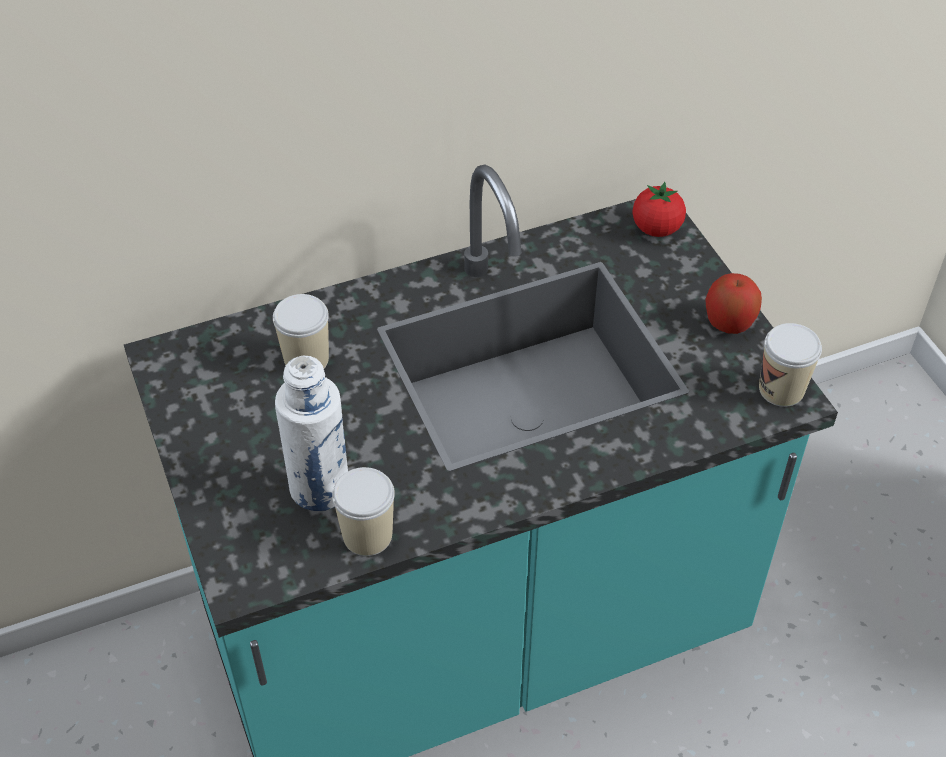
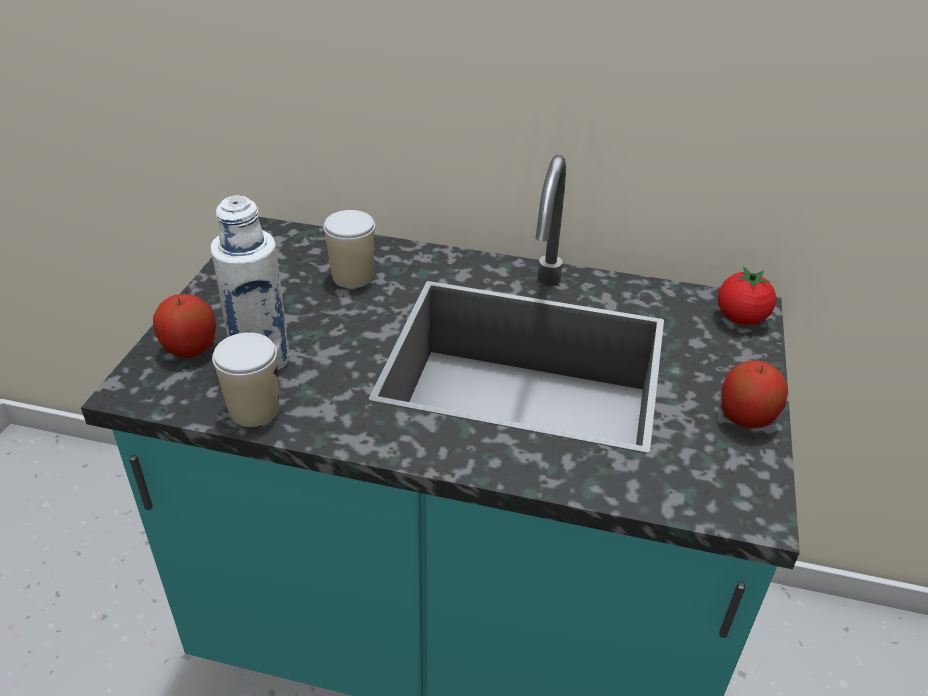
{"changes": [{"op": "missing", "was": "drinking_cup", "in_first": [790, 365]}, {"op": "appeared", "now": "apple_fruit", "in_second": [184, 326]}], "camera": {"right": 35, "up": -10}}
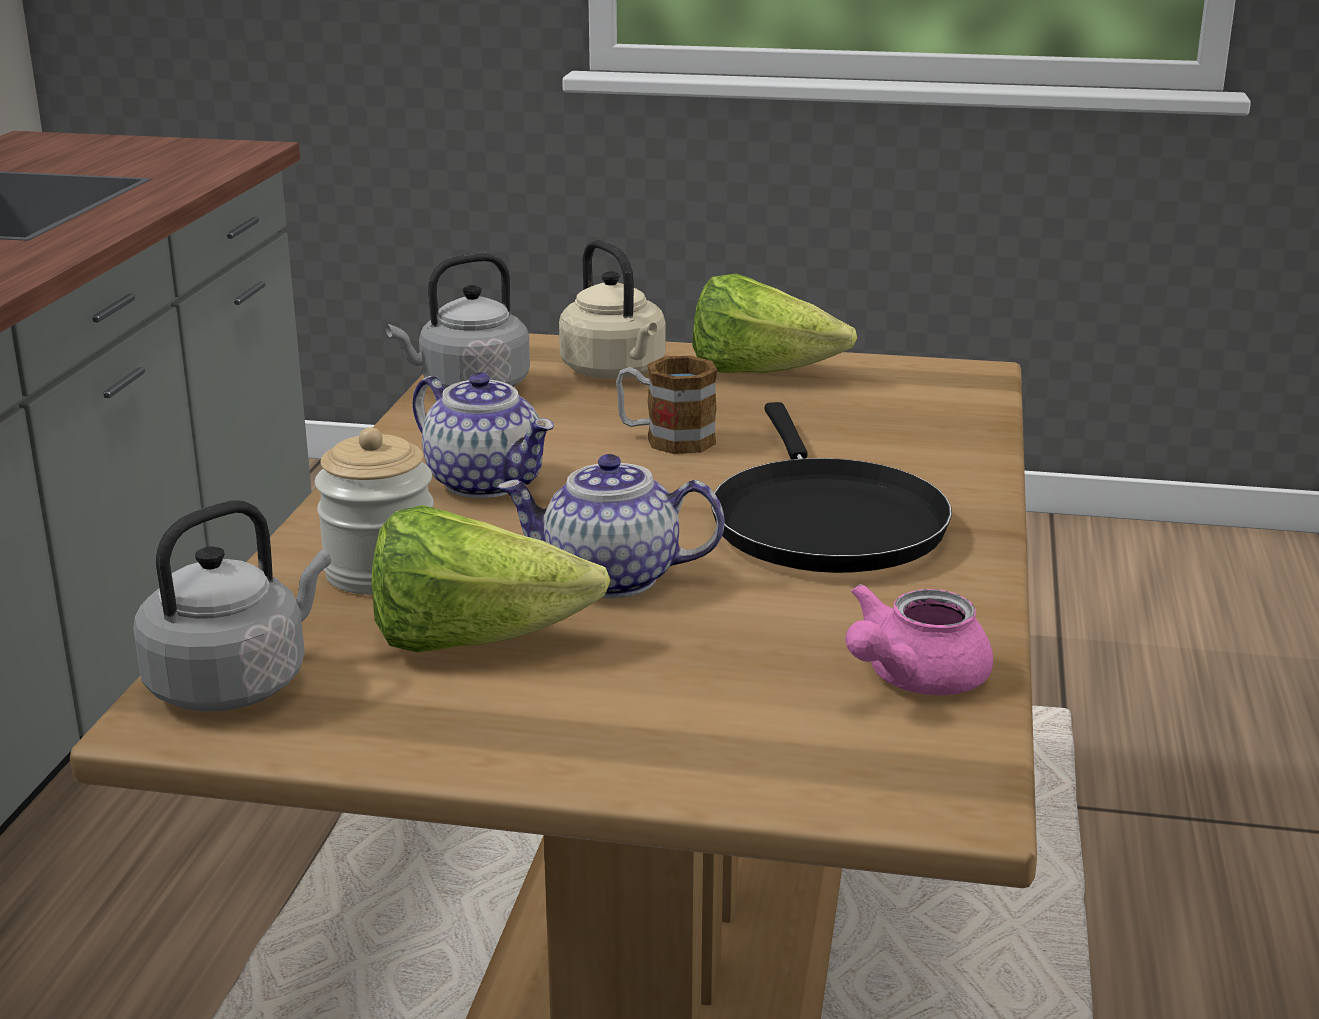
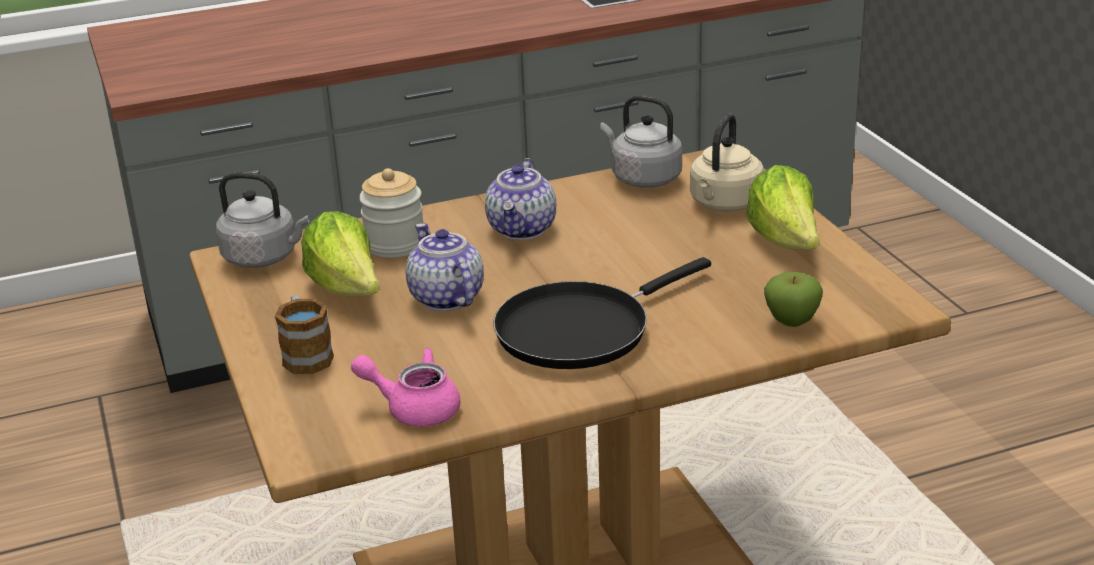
{"changes": [{"op": "relocated", "was": "mug", "in_first": [666, 405], "in_second": [304, 334]}, {"op": "appeared", "now": "apple_fruit", "in_second": [793, 299]}], "camera": {"right": 60, "up": 5}}
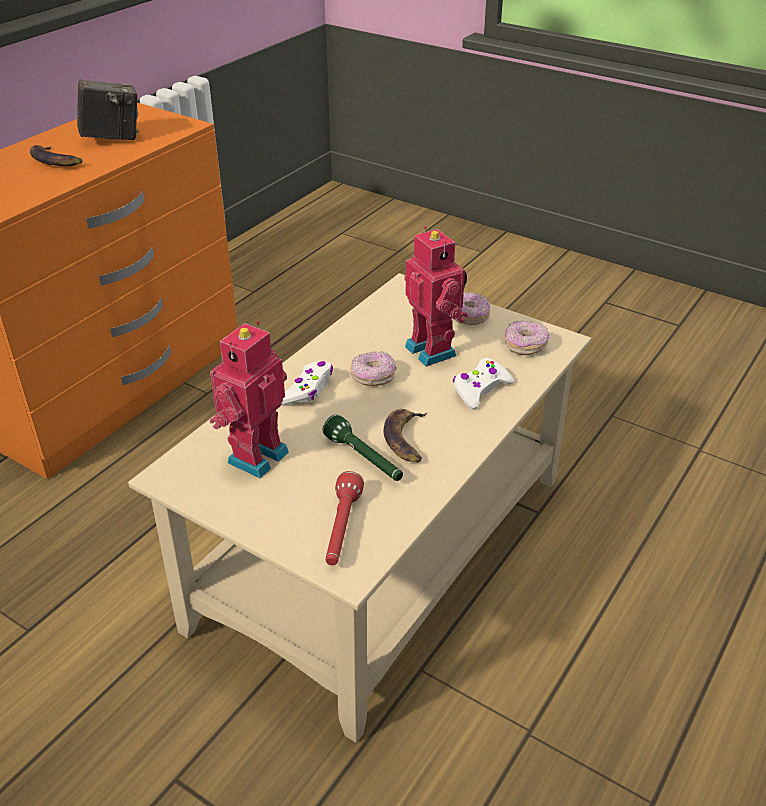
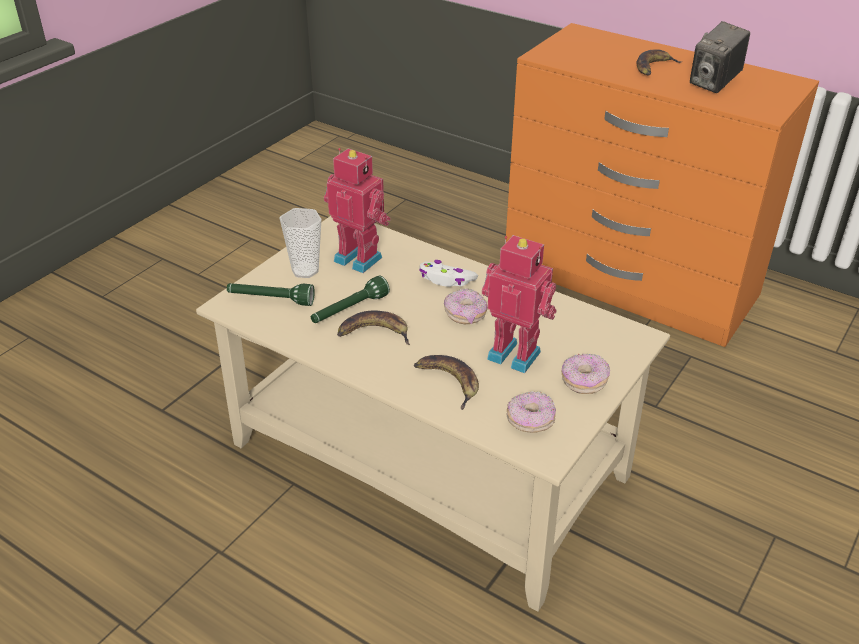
{"changes": [{"op": "spun", "was": "still_camera", "in_first": [108, 109], "in_second": [720, 57], "clockwise": 60}, {"op": "spun", "was": "model_robot", "in_first": [436, 296], "in_second": [519, 304], "clockwise": -120}, {"op": "exchanged", "was": "white_joypad", "now": "banana_fruit", "in_first": [483, 383], "in_second": [446, 382]}, {"op": "colour", "was": "red_torch", "now": "greenish_torch", "in_first": [344, 518], "in_second": [271, 294]}, {"op": "appeared", "now": "drinking_cup", "in_second": [300, 243]}], "camera": {"right": 90, "up": 0}}
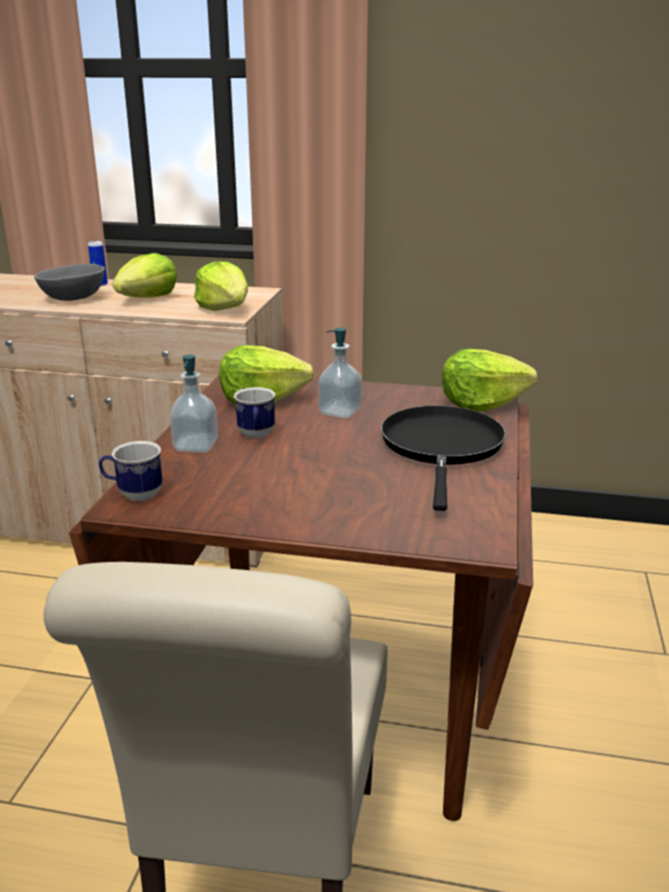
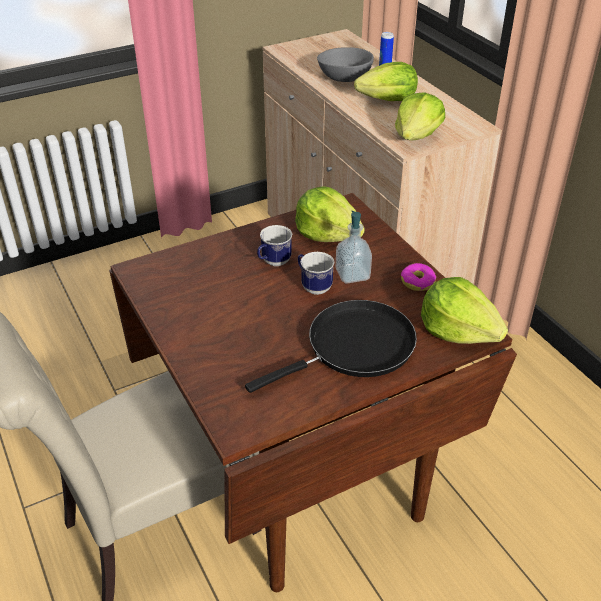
{"changes": [{"op": "missing", "was": "soap_dispenser", "in_first": [194, 404]}, {"op": "relocated", "was": "mug", "in_first": [131, 471], "in_second": [316, 273]}, {"op": "appeared", "now": "ring_doughnut", "in_second": [418, 277]}], "camera": {"right": 50, "up": 15}}
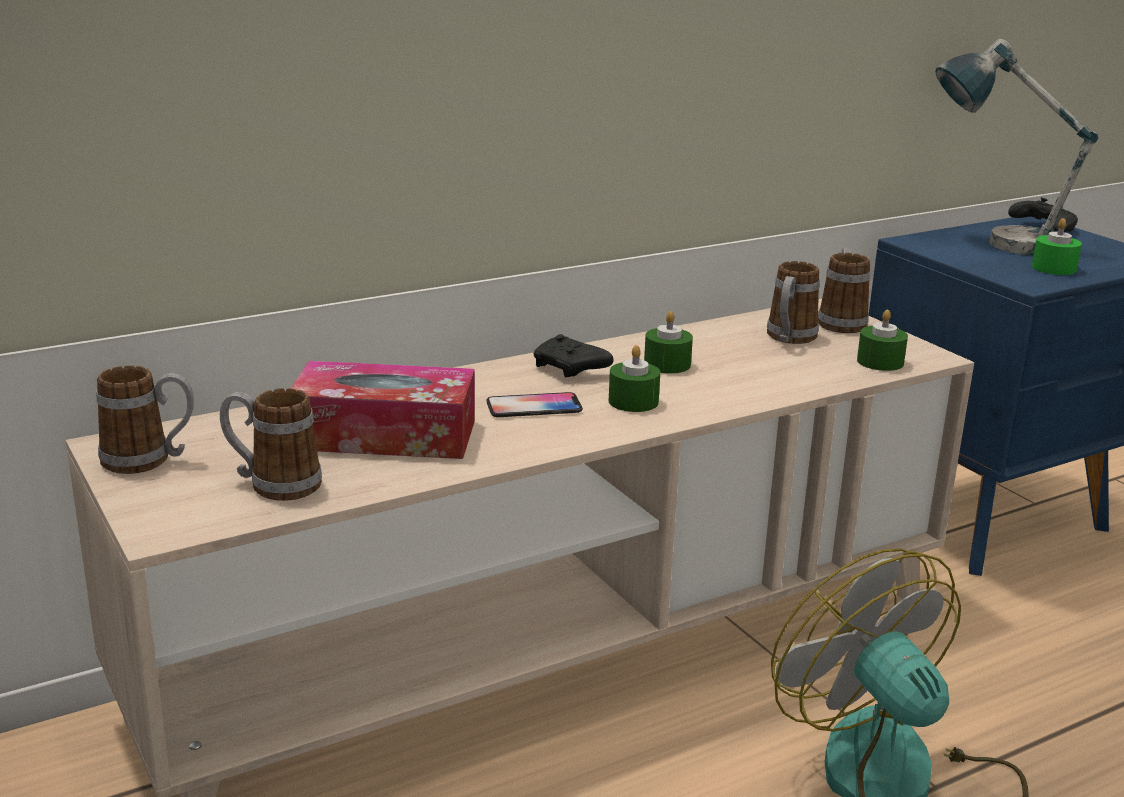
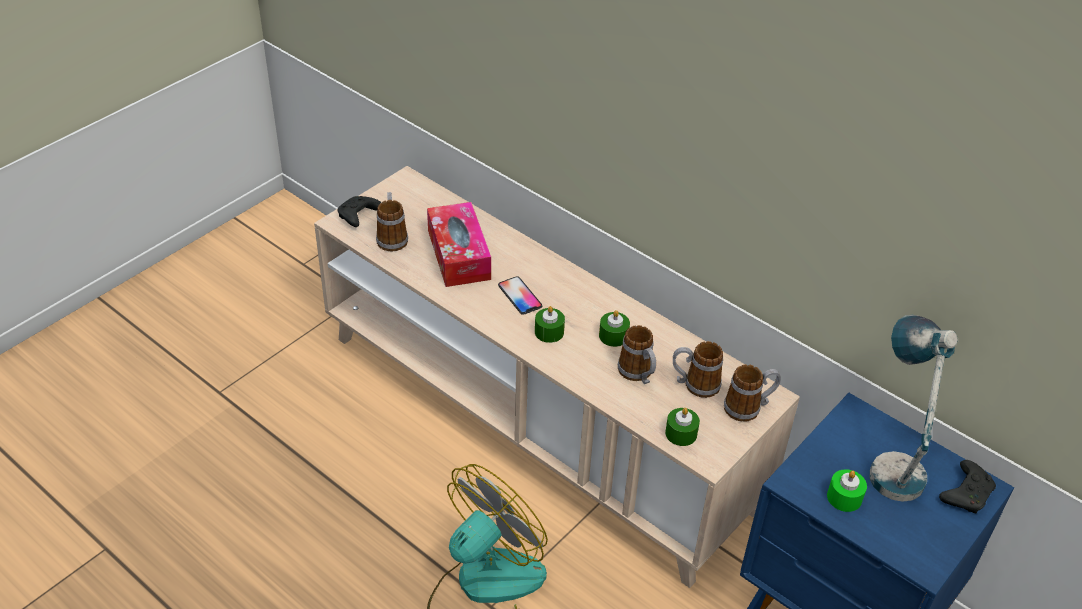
{"changes": [{"op": "relocated", "was": "black_joypad", "in_first": [574, 355], "in_second": [359, 211]}, {"op": "relocated", "was": "mug", "in_first": [145, 419], "in_second": [637, 354]}], "camera": {"right": 70, "up": 20}}
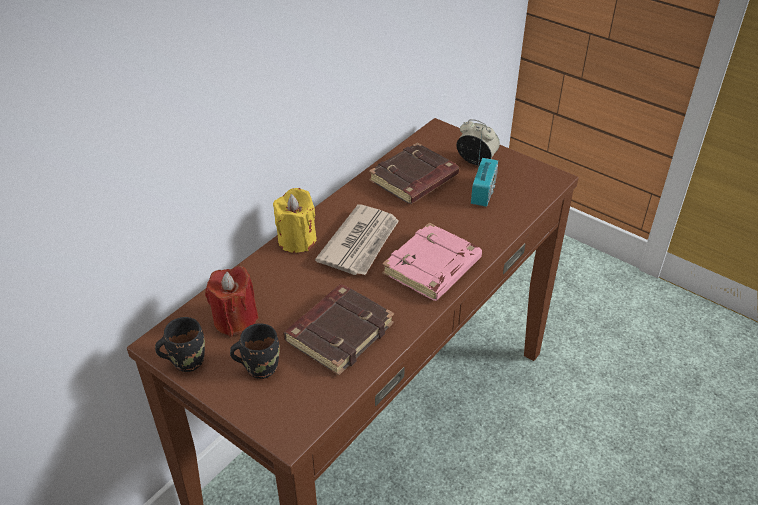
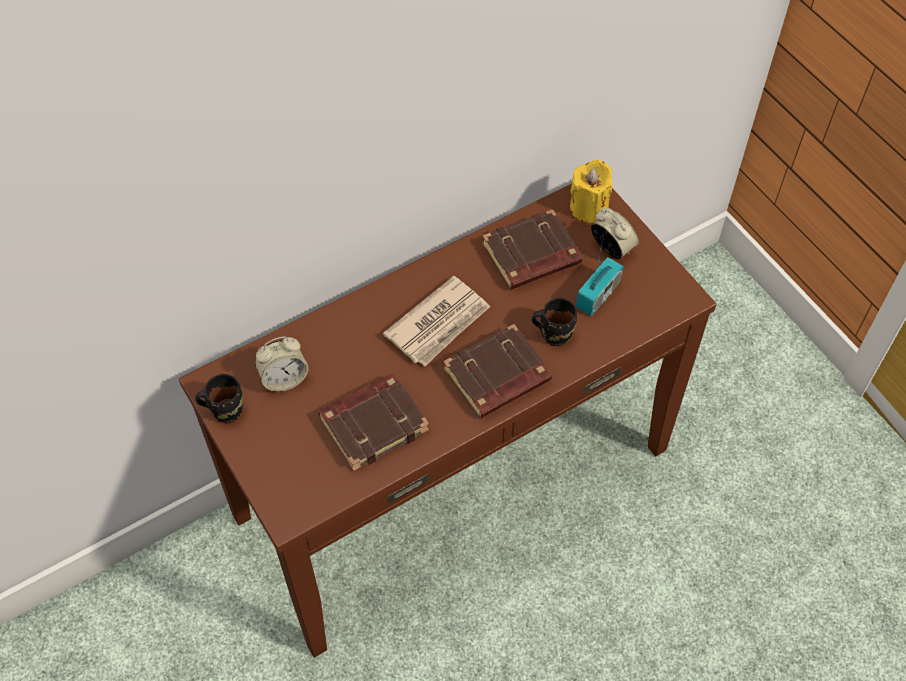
{"changes": [{"op": "relocated", "was": "yellowish_candle", "in_first": [295, 220], "in_second": [591, 191]}, {"op": "colour", "was": "pink_book", "now": "brownish_book", "in_first": [432, 262], "in_second": [497, 371]}, {"op": "exchanged", "was": "red_candle", "now": "bedside_clock", "in_first": [231, 301], "in_second": [281, 364]}, {"op": "relocated", "was": "black_mug", "in_first": [254, 351], "in_second": [554, 322]}], "camera": {"right": 20, "up": 15}}
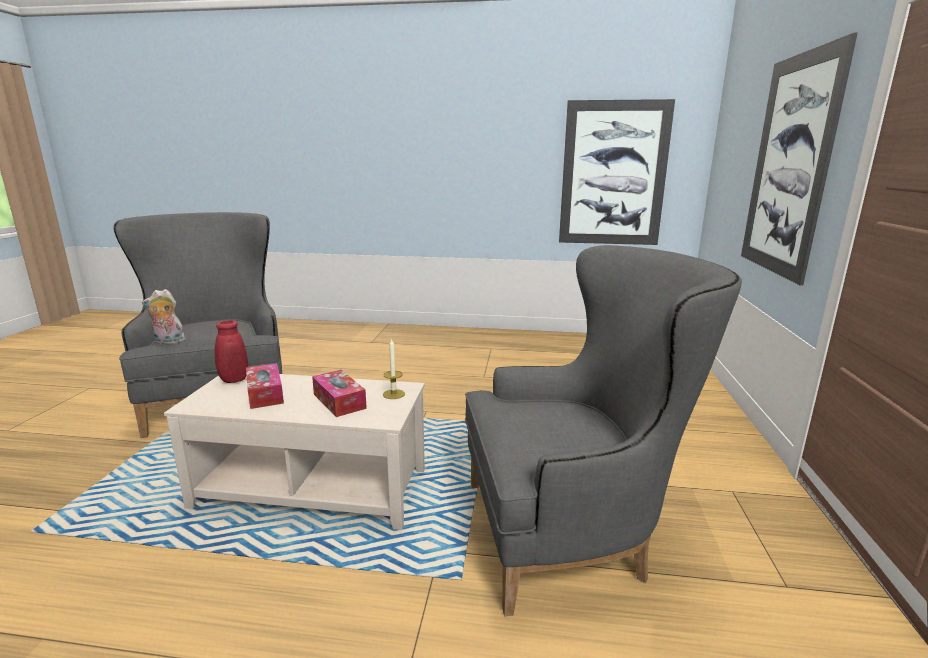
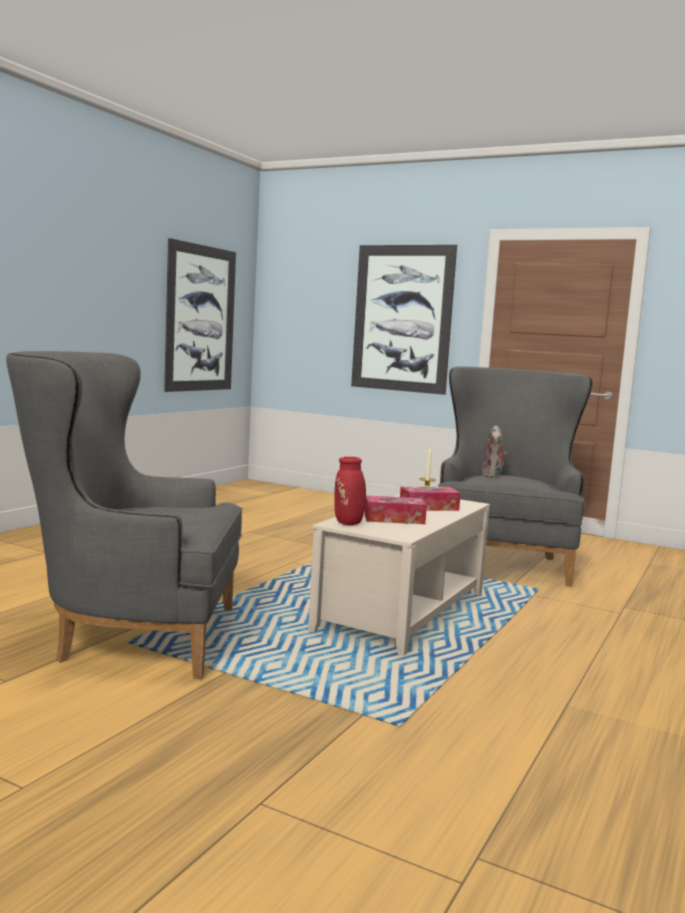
{"changes": [{"op": "relocated", "was": "plush_toy", "in_first": [165, 317], "in_second": [494, 451]}], "camera": {"right": -70, "up": -10}}
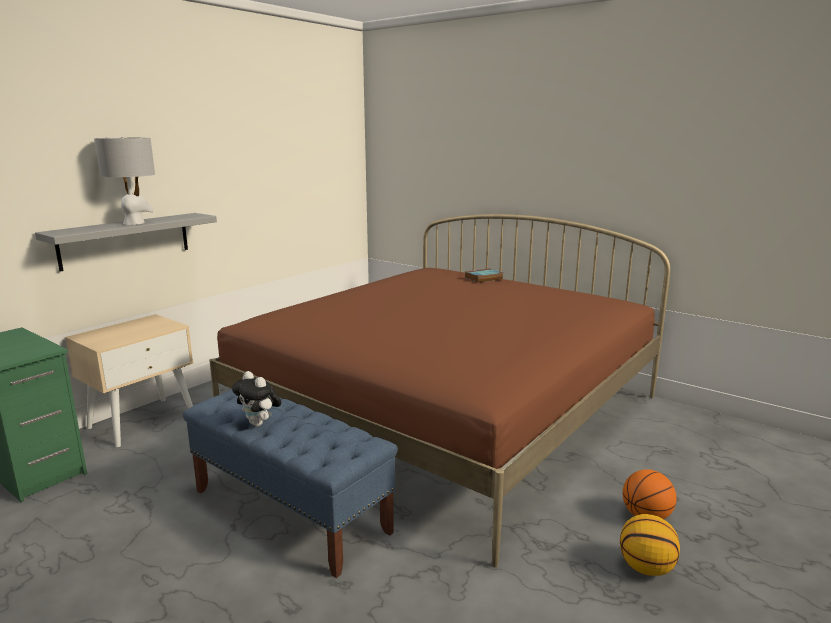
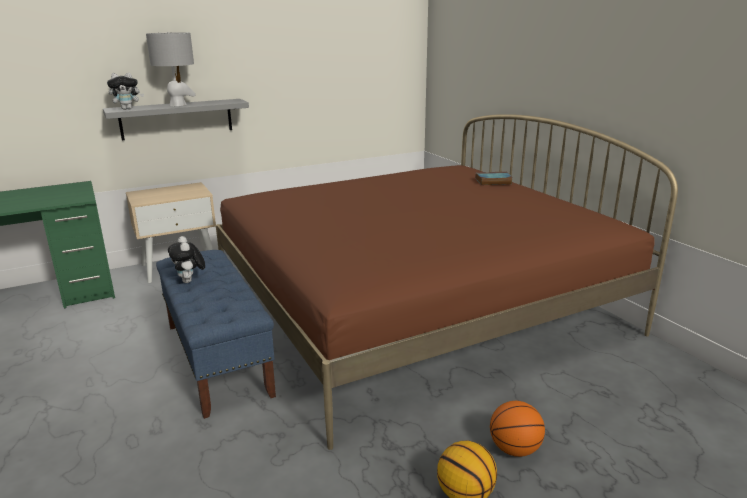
{"changes": [{"op": "appeared", "now": "plush_toy", "in_second": [125, 91]}], "camera": {"right": 25, "up": 5}}
